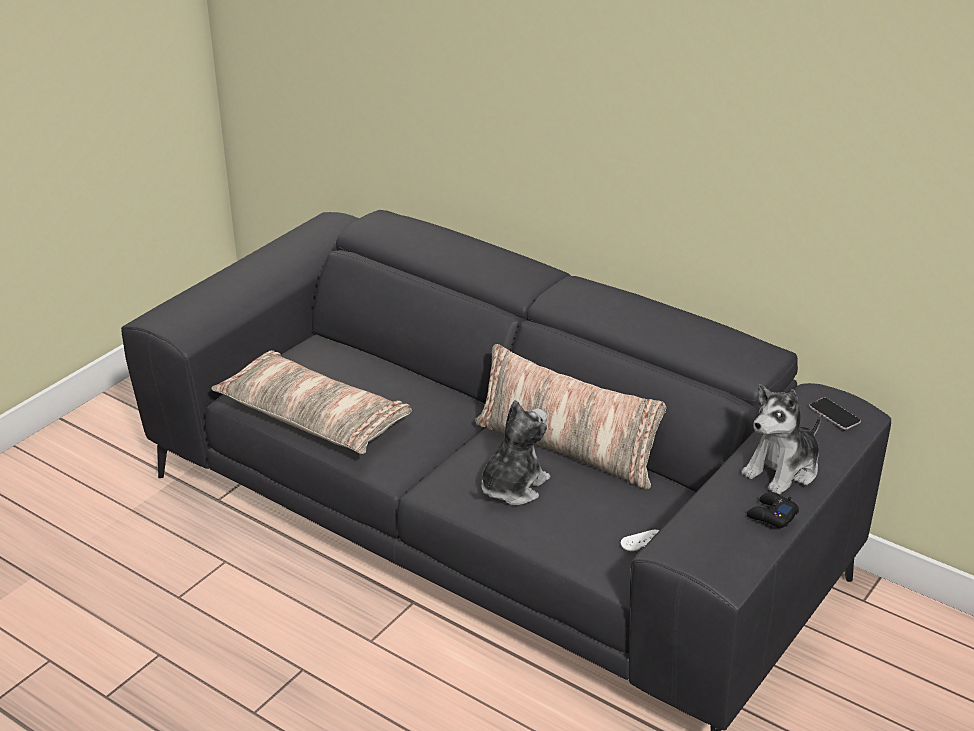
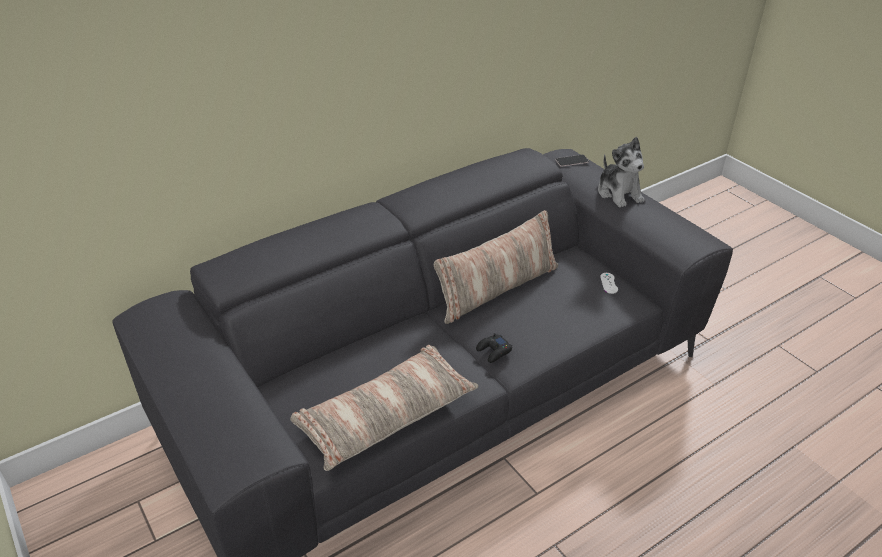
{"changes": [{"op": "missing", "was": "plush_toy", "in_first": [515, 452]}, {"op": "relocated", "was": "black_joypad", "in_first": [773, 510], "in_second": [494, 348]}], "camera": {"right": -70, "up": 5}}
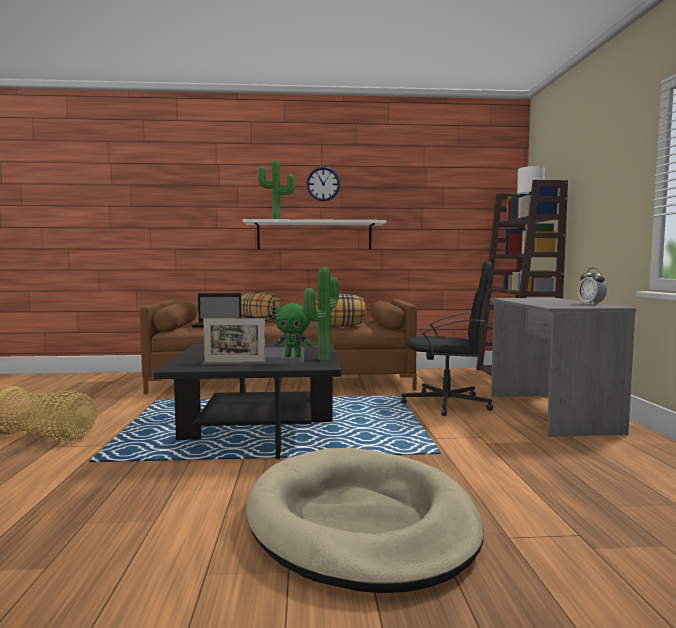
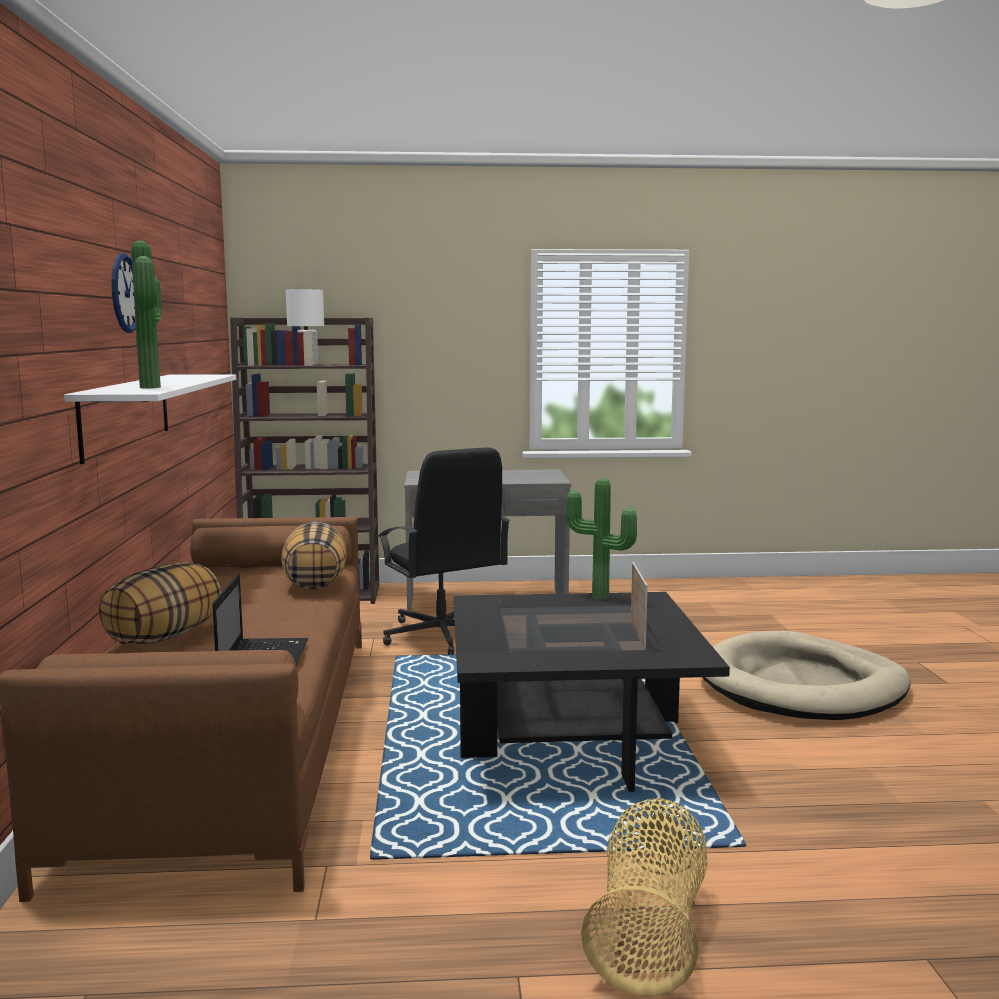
{"changes": [{"op": "spun", "was": "black_office_chair", "in_first": [447, 338], "in_second": [444, 551], "clockwise": 135}, {"op": "missing", "was": "bedside_clock", "in_first": [592, 286]}, {"op": "missing", "was": "greenish_plush_toy", "in_first": [293, 330]}], "camera": {"right": -90, "up": 5}}
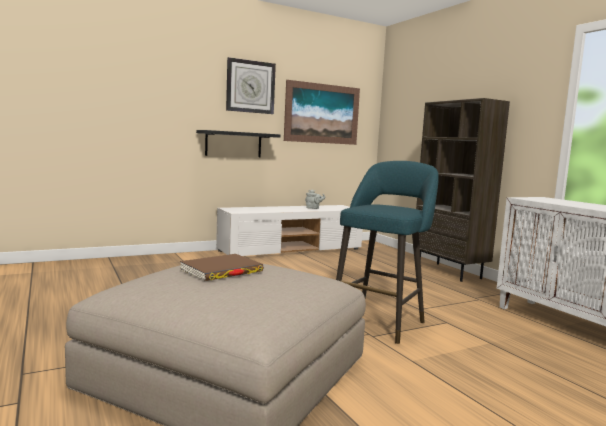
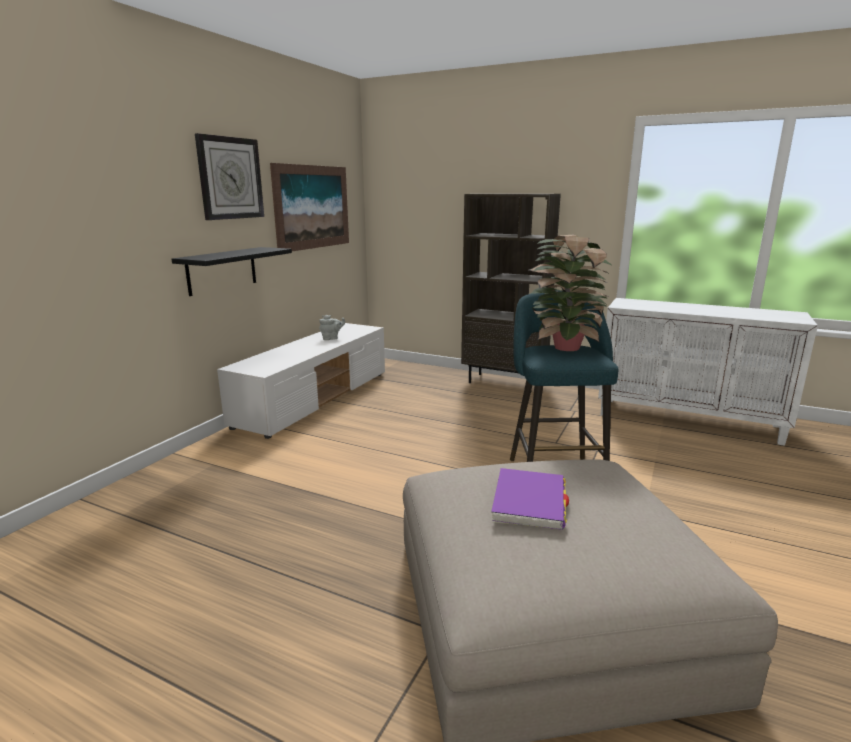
{"changes": [{"op": "colour", "was": "brownish_book", "now": "purple-coloured_book", "in_first": [222, 267], "in_second": [530, 499]}, {"op": "appeared", "now": "houseplant", "in_second": [571, 293]}], "camera": {"right": -35, "up": 10}}
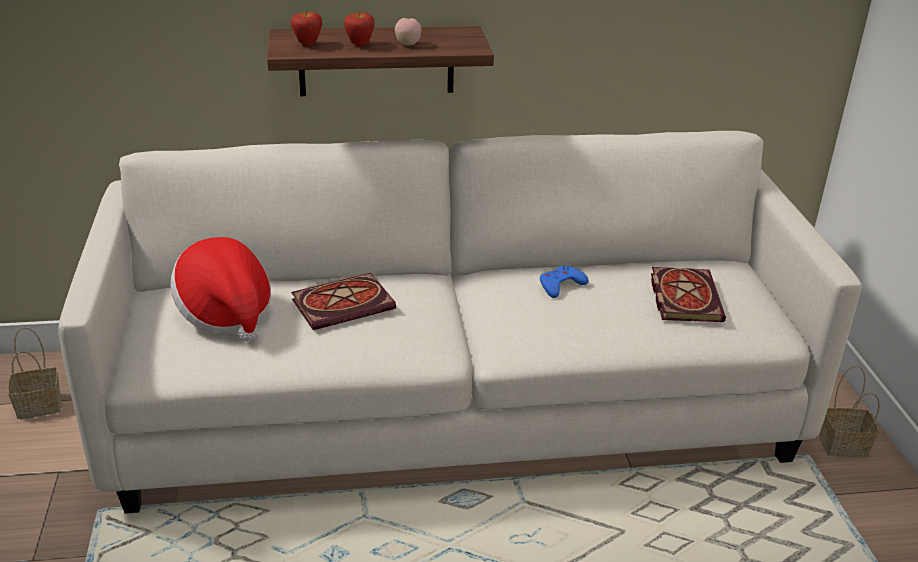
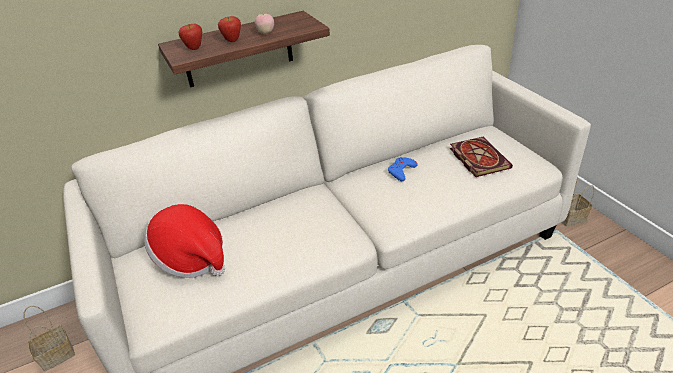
{"changes": [{"op": "missing", "was": "book", "in_first": [343, 301]}], "camera": {"right": -15, "up": 5}}
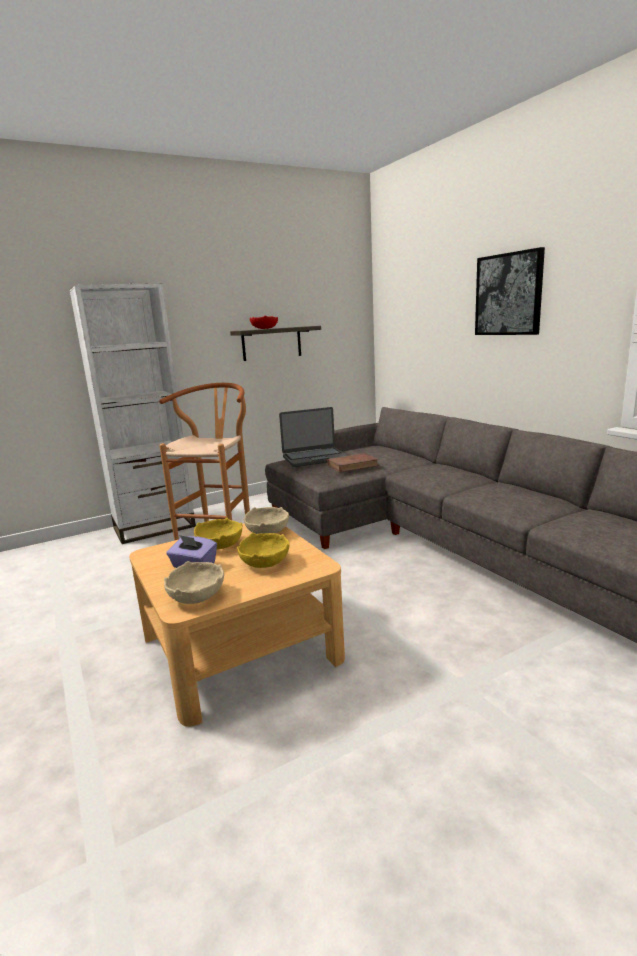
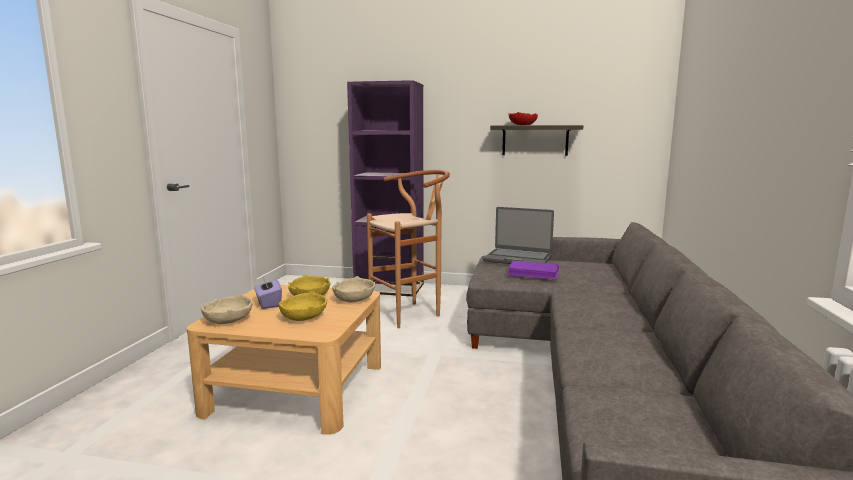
{"changes": [{"op": "missing", "was": "wall_picture", "in_first": [510, 291]}, {"op": "colour", "was": "white_shelving_unit", "now": "purple-coloured_shelving_unit", "in_first": [133, 413], "in_second": [385, 188]}, {"op": "colour", "was": "brownish_book", "now": "purple-coloured_book", "in_first": [353, 463], "in_second": [533, 270]}], "camera": {"right": 40, "up": -5}}
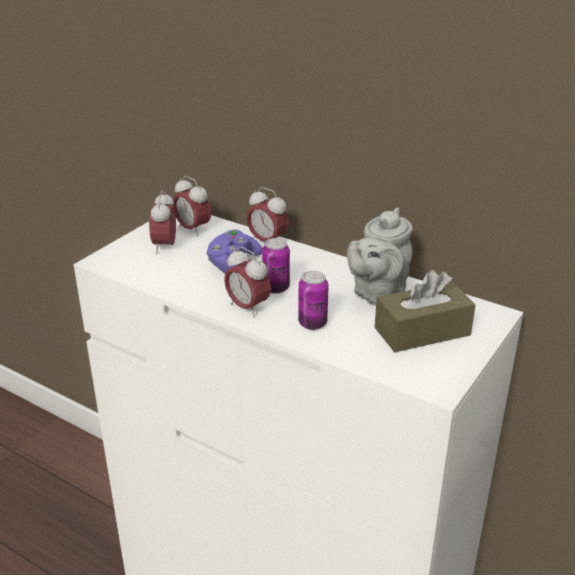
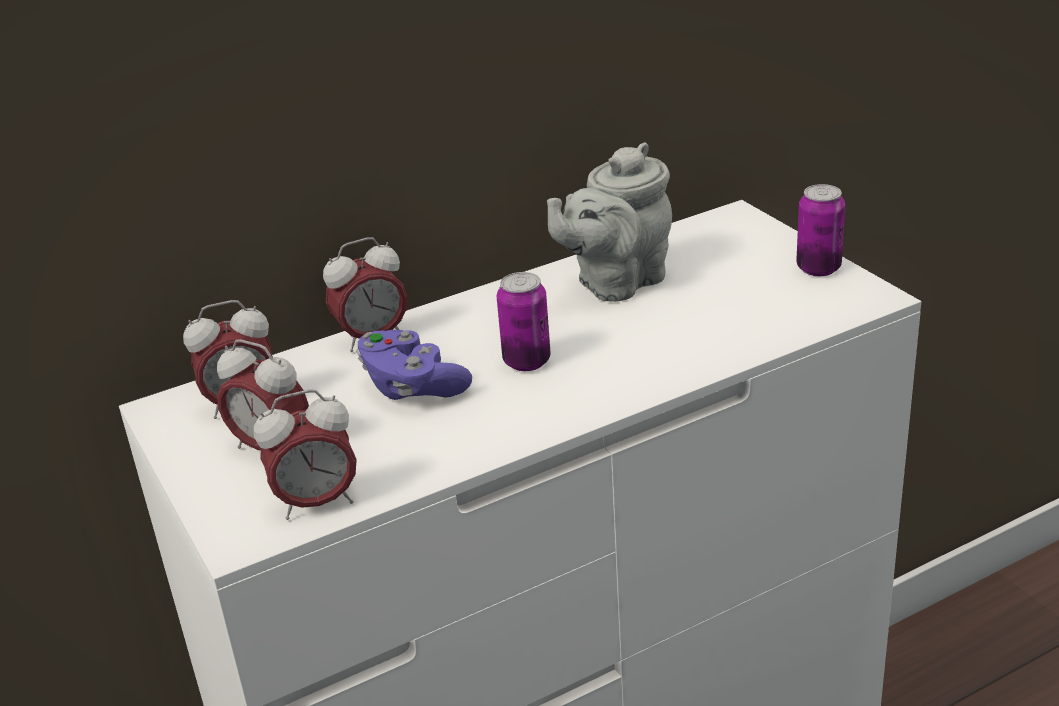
{"changes": [{"op": "spun", "was": "greyish_tea_pot", "in_first": [380, 257], "in_second": [609, 222], "clockwise": 75}, {"op": "relocated", "was": "bedside_clock", "in_first": [247, 282], "in_second": [305, 455]}, {"op": "missing", "was": "brownish_tissue_box", "in_first": [425, 311]}, {"op": "relocated", "was": "metal_can", "in_first": [313, 300], "in_second": [820, 230]}], "camera": {"right": -60, "up": 0}}
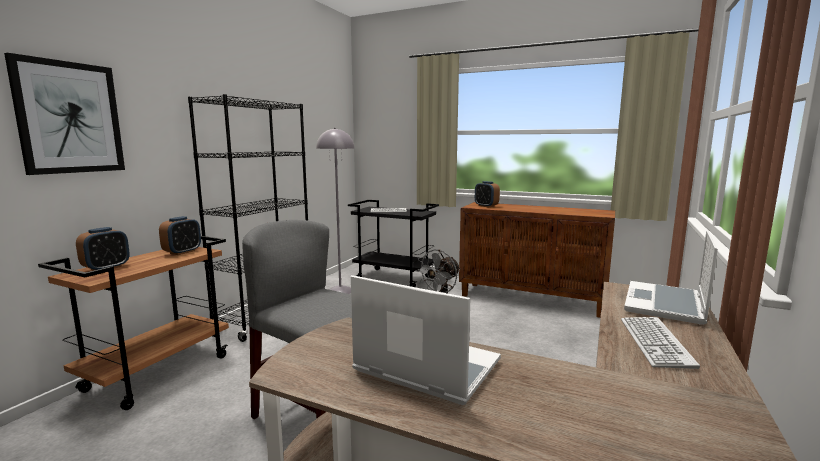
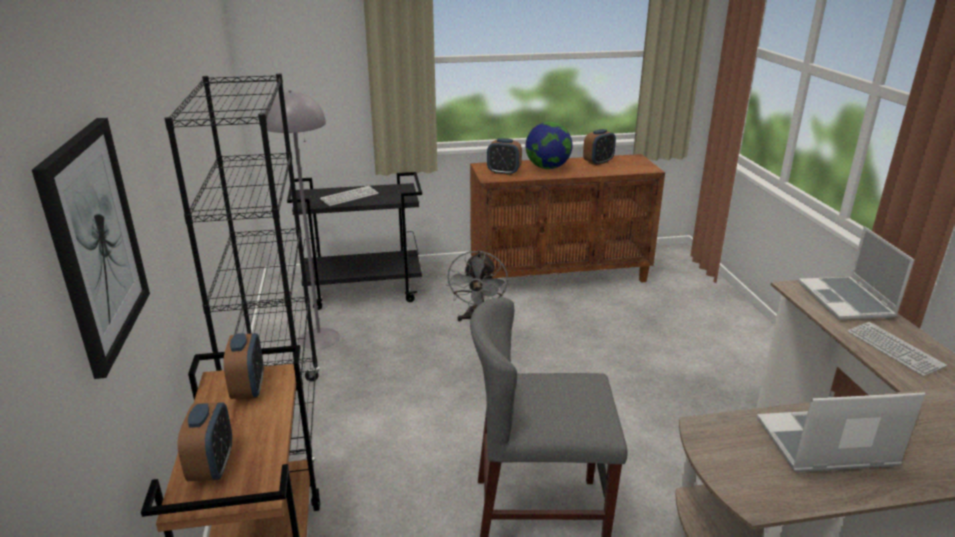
{"changes": [{"op": "appeared", "now": "world_globe", "in_second": [549, 145]}, {"op": "appeared", "now": "bedside_clock", "in_second": [599, 147]}], "camera": {"right": -35, "up": 15}}
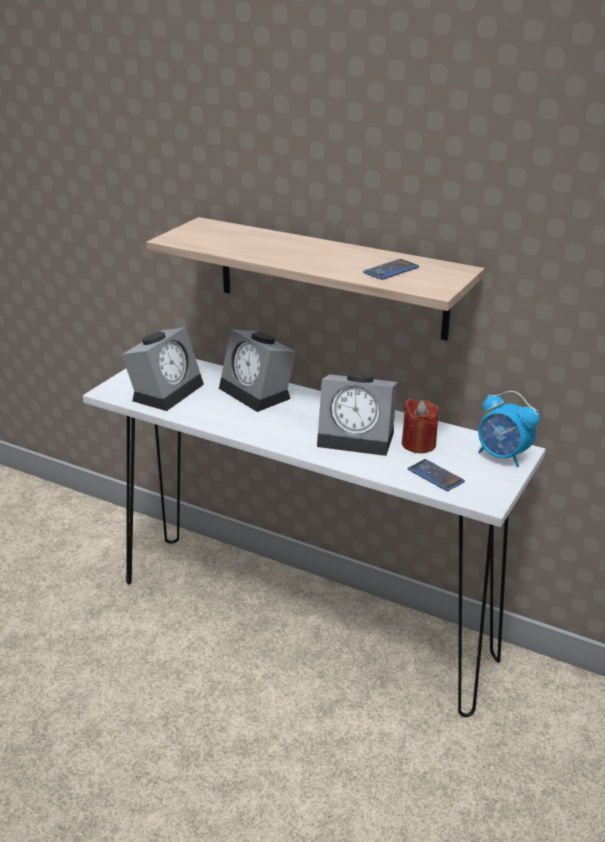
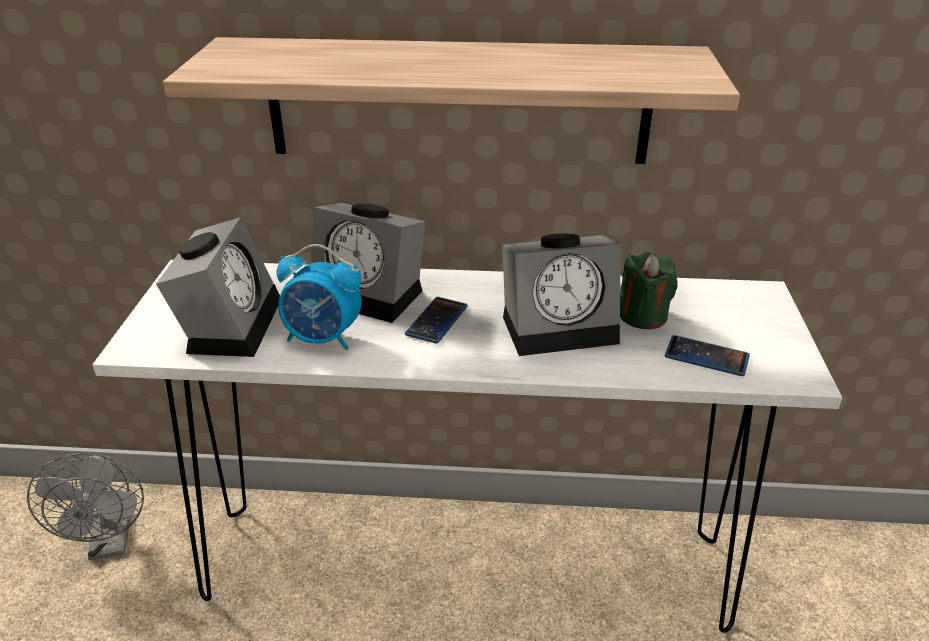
{"changes": [{"op": "relocated", "was": "phone", "in_first": [391, 269], "in_second": [436, 320]}, {"op": "relocated", "was": "bedside_clock", "in_first": [509, 429], "in_second": [319, 297]}, {"op": "colour", "was": "red_candle", "now": "greenish_candle", "in_first": [420, 425], "in_second": [648, 290]}, {"op": "appeared", "now": "greyish_fan", "in_second": [85, 506]}], "camera": {"right": -25, "up": 5}}
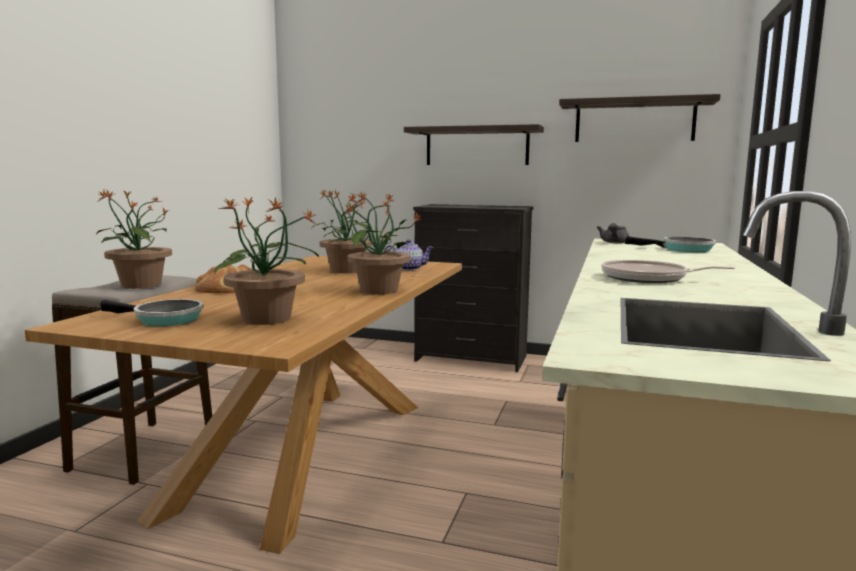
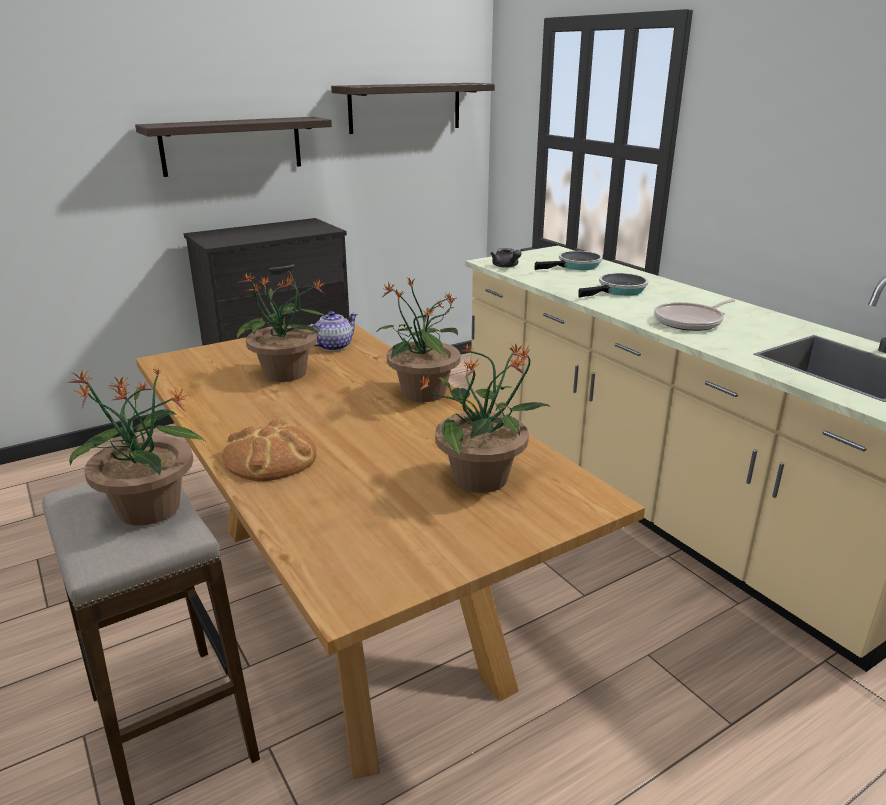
{"changes": [{"op": "relocated", "was": "skillet", "in_first": [152, 312], "in_second": [614, 285]}], "camera": {"right": -50, "up": 15}}
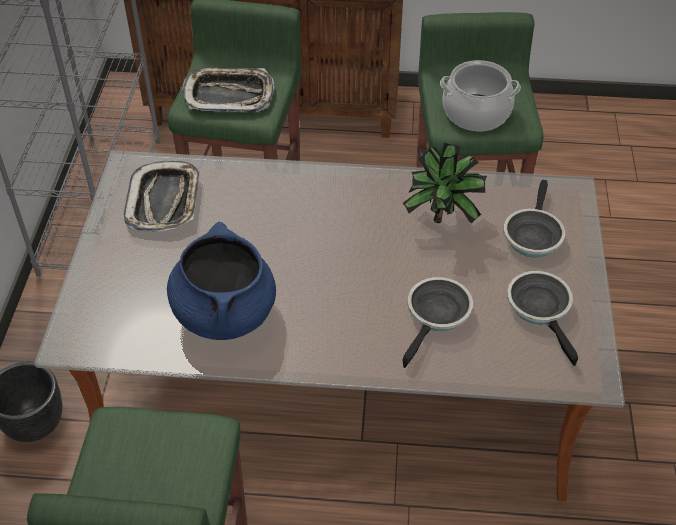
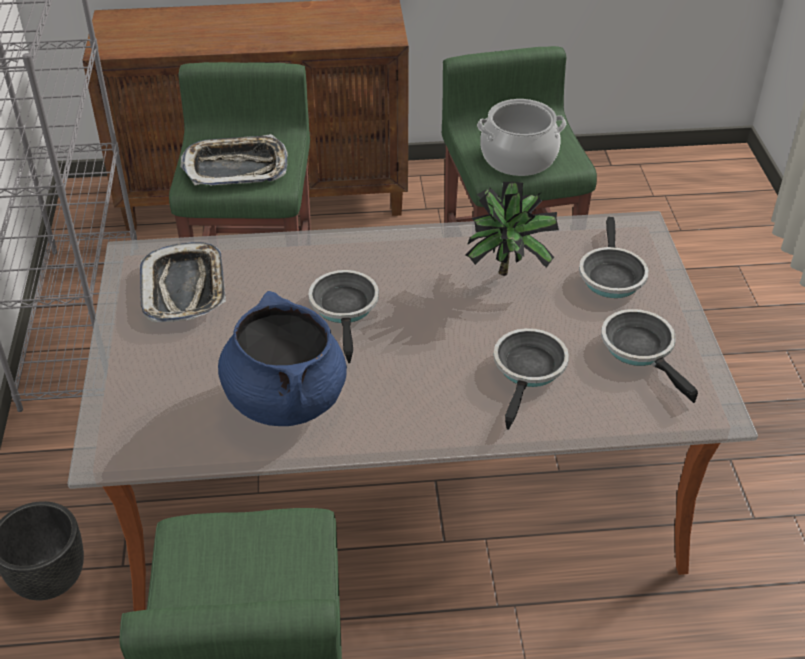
{"changes": [{"op": "appeared", "now": "skillet", "in_second": [343, 316]}], "camera": {"right": -10, "up": -5}}
